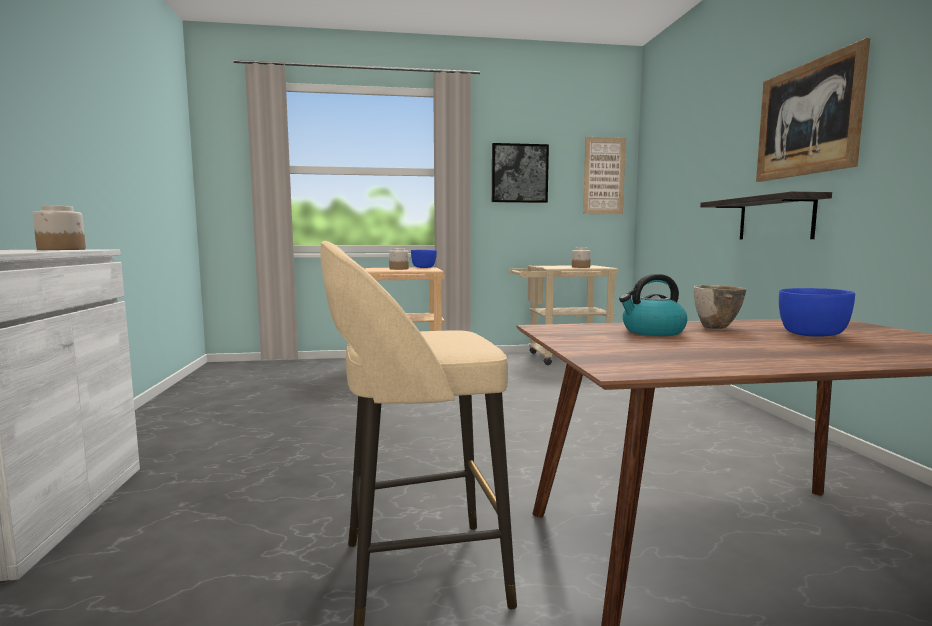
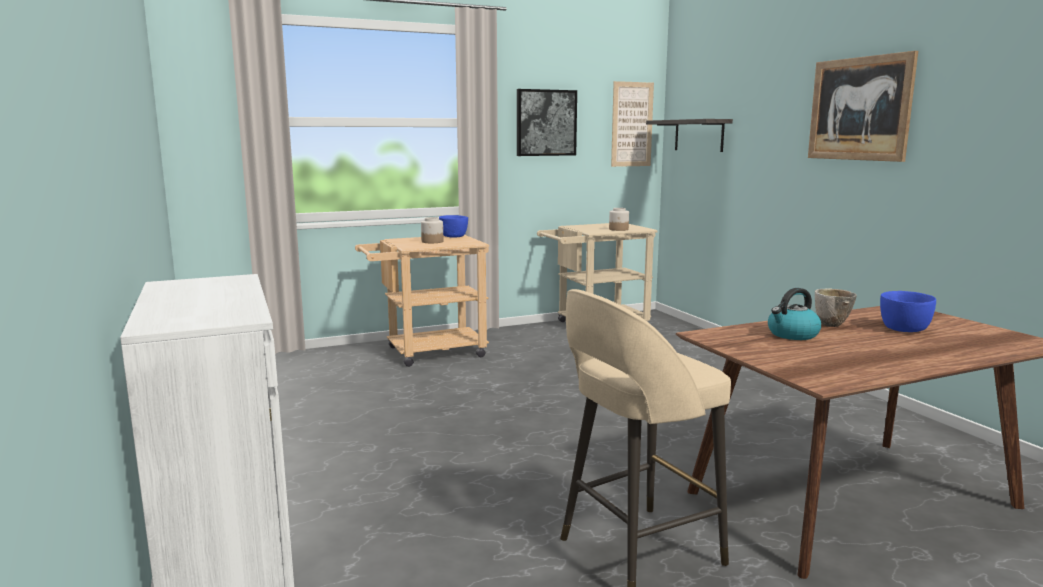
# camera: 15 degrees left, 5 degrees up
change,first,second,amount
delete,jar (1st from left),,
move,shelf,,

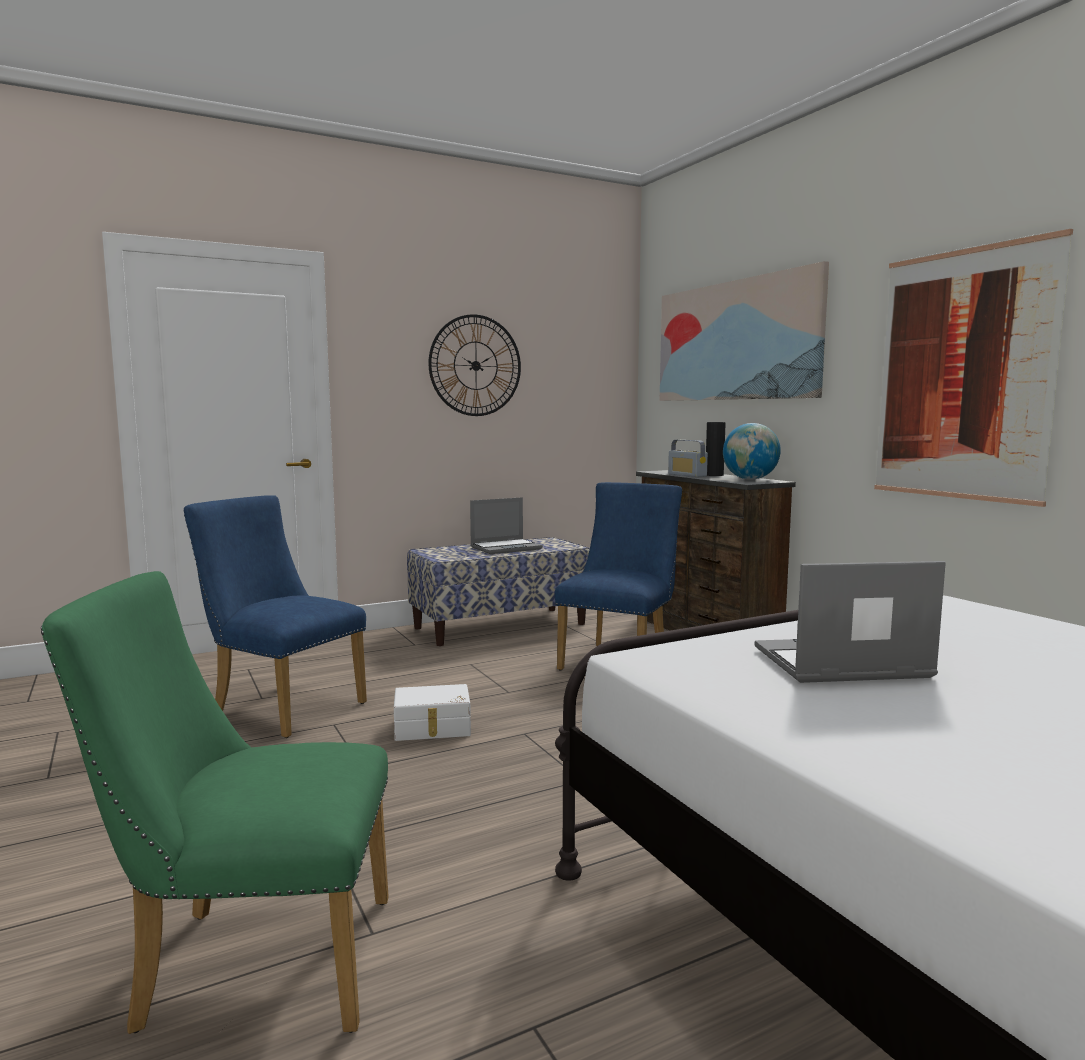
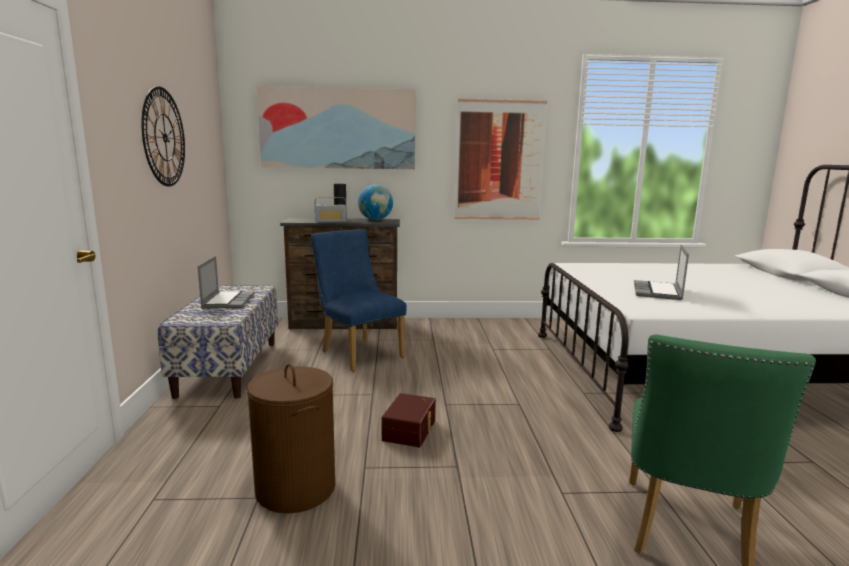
# camera: 65 degrees left, 5 degrees up
change,first,second,amount
replace,chair (blue) (1st from left),laundry basket (brown),
recolor,storage box (white),storage box (brown),

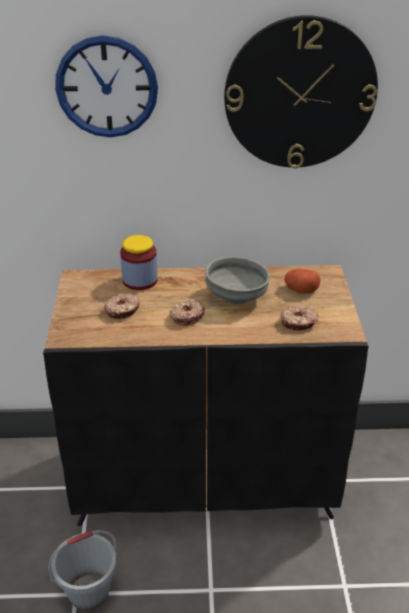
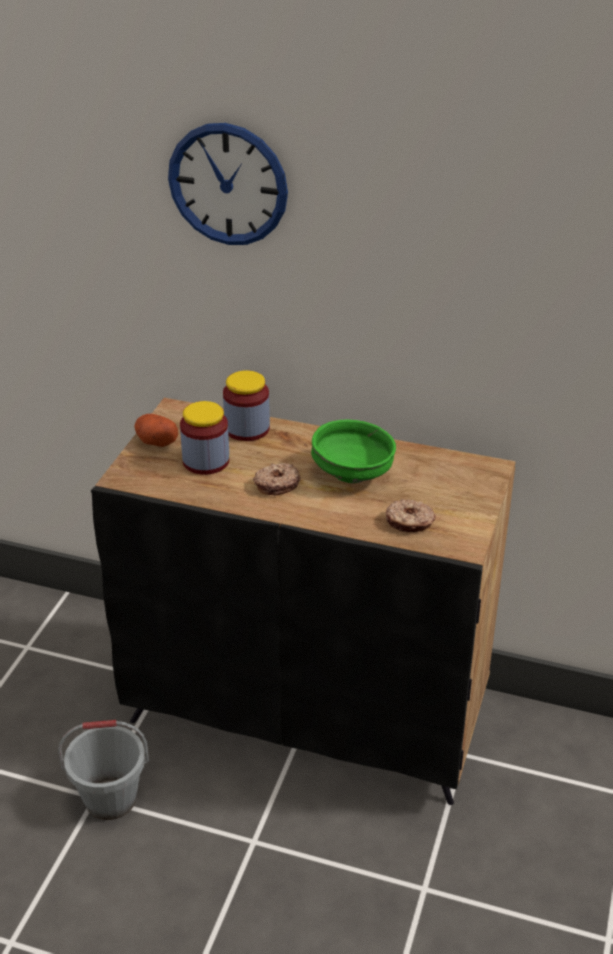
# camera: 20 degrees right, 0 degrees up
change,first,second,amount
replace,donut (1st from left),jar (1st from left),
recolor,bowl (grey),bowl (green),
delete,wall clock (2nd from left),,
move,potato,,

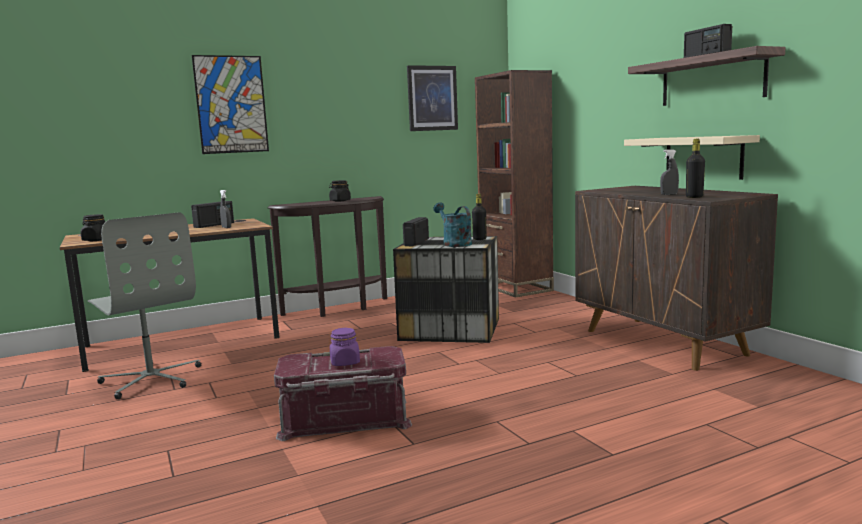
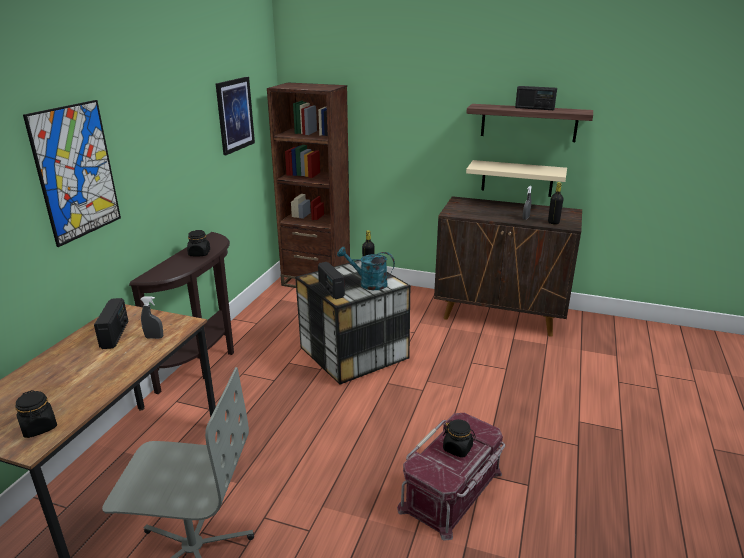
# camera: 45 degrees left, 15 degrees up
change,first,second,amount
recolor,jar (purple),jar (black) (3rd from left),

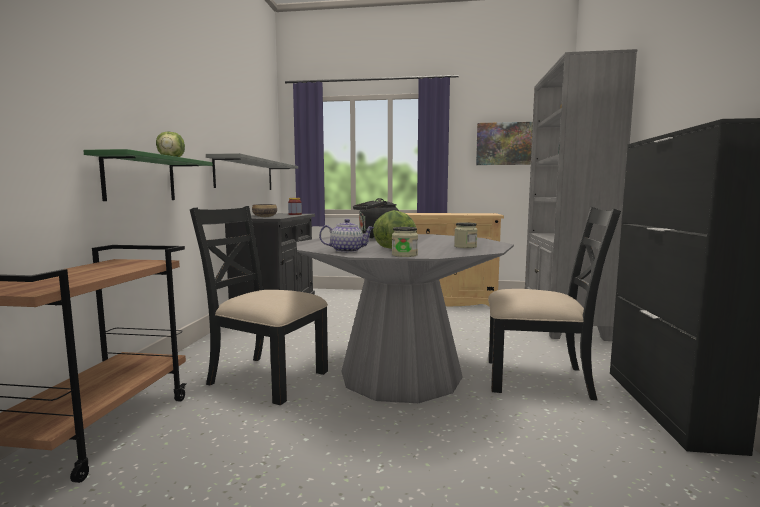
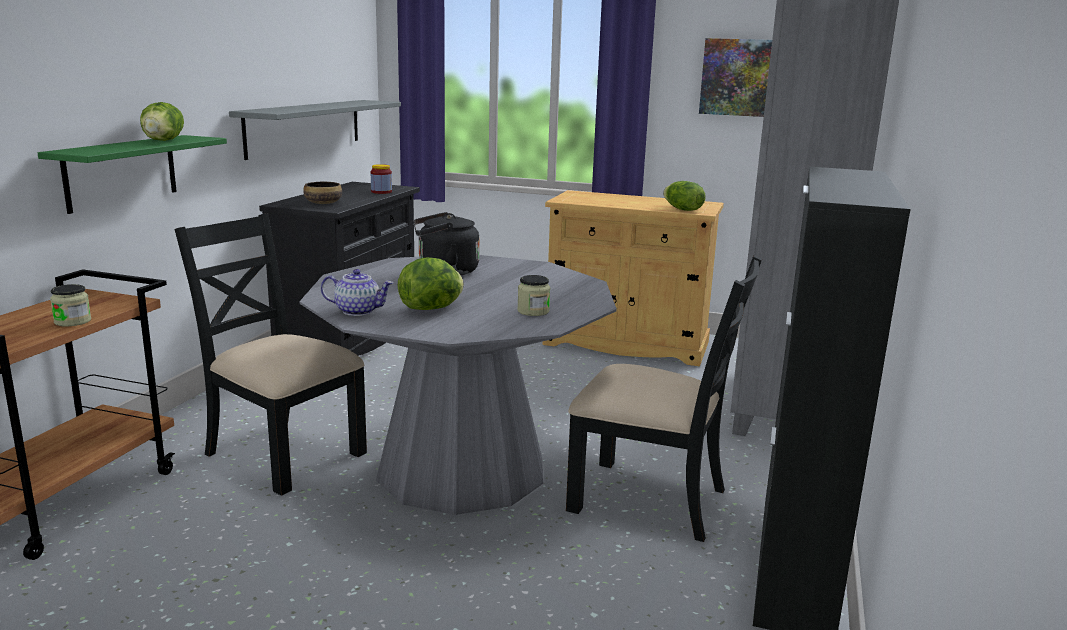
# camera: 10 degrees right, 10 degrees up
change,first,second,amount
move,jar (2nd from left in the first image),jar (1st from left),
insert,,lettuce (3rd from left),

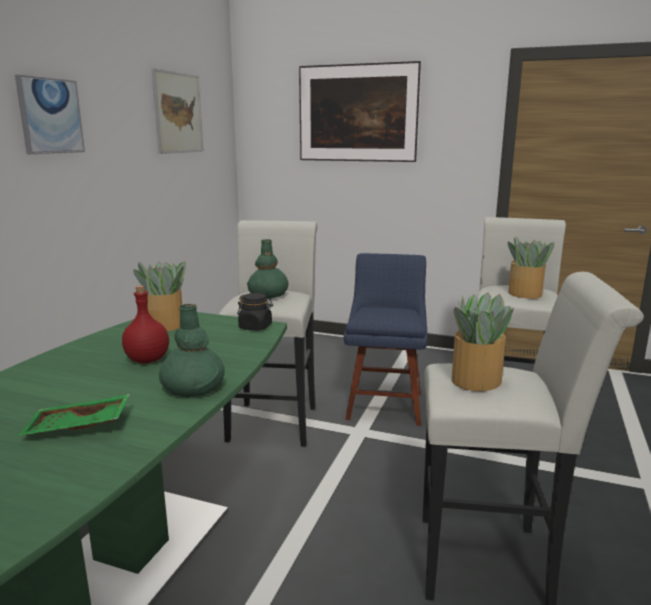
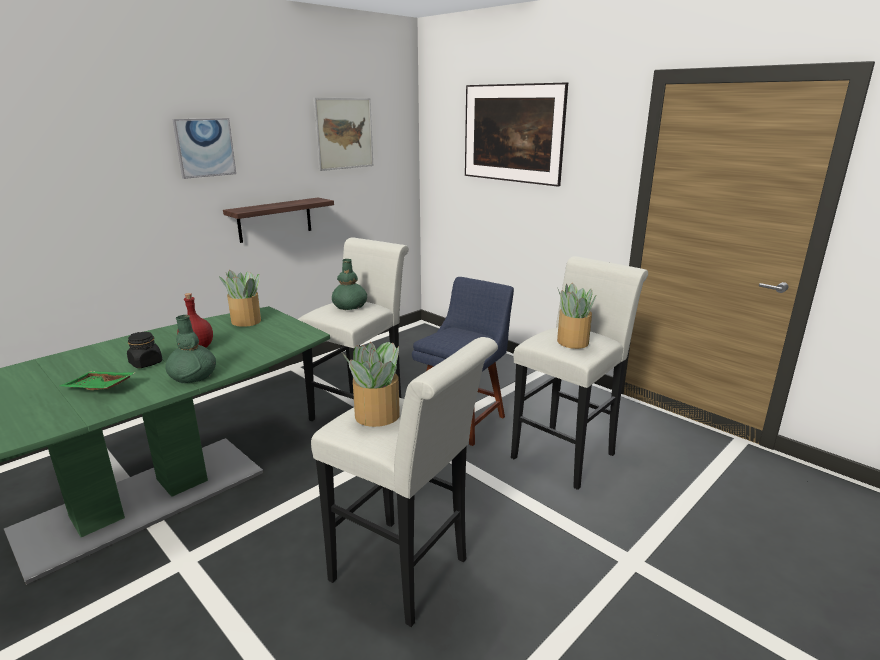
# camera: 25 degrees right, 5 degrees up
change,first,second,amount
move,jar (black),,
insert,,shelf,

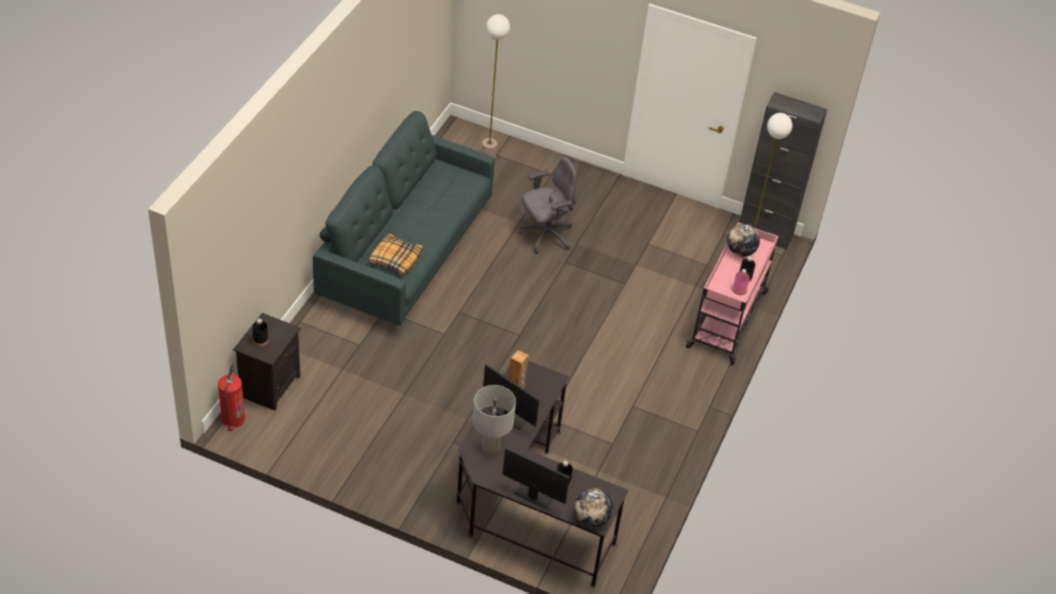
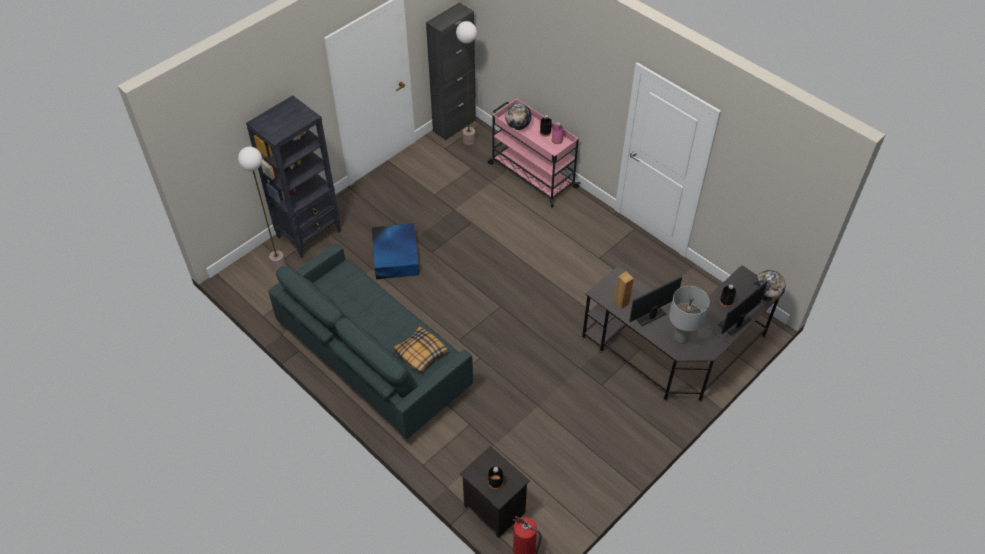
# camera: 65 degrees left, 5 degrees up
change,first,second,amount
replace,office chair (grey),storage box (blue),
insert,,bookcase (black),

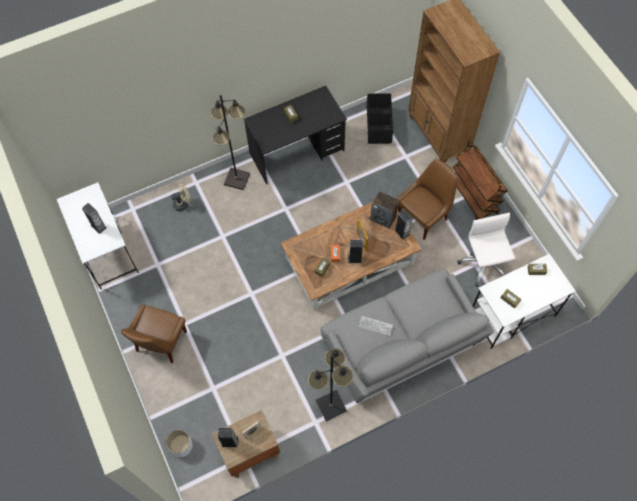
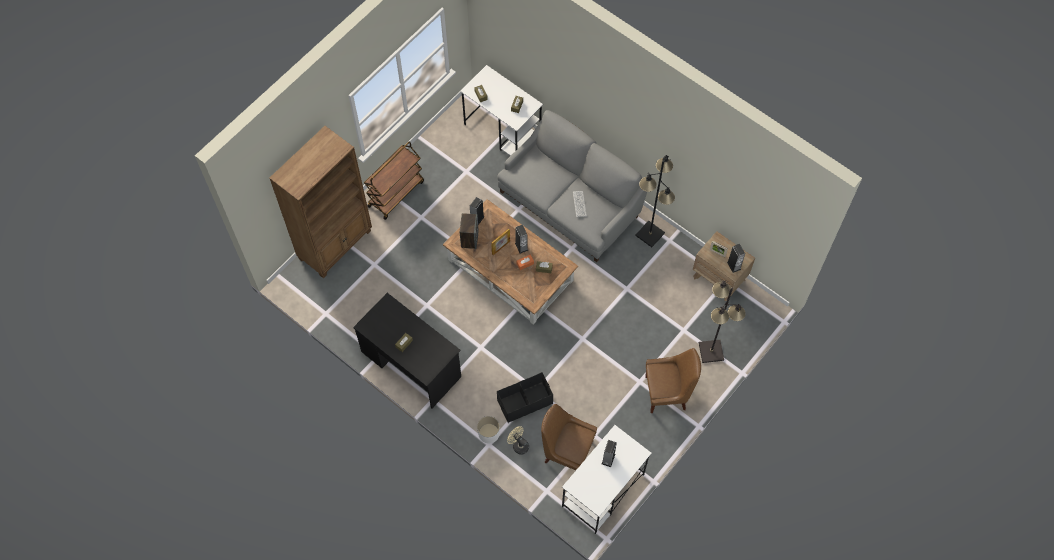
# camera: 115 degrees left, 0 degrees up
change,first,second,amount
move,planter (white),,
move,floor lamp (black) (1st from left in the first image),floor lamp (black) (2nd from left),
move,storage box (black),,
move,chair (brown) (2nd from left in the first image),chair (brown) (1st from left),
delete,office chair (white),,

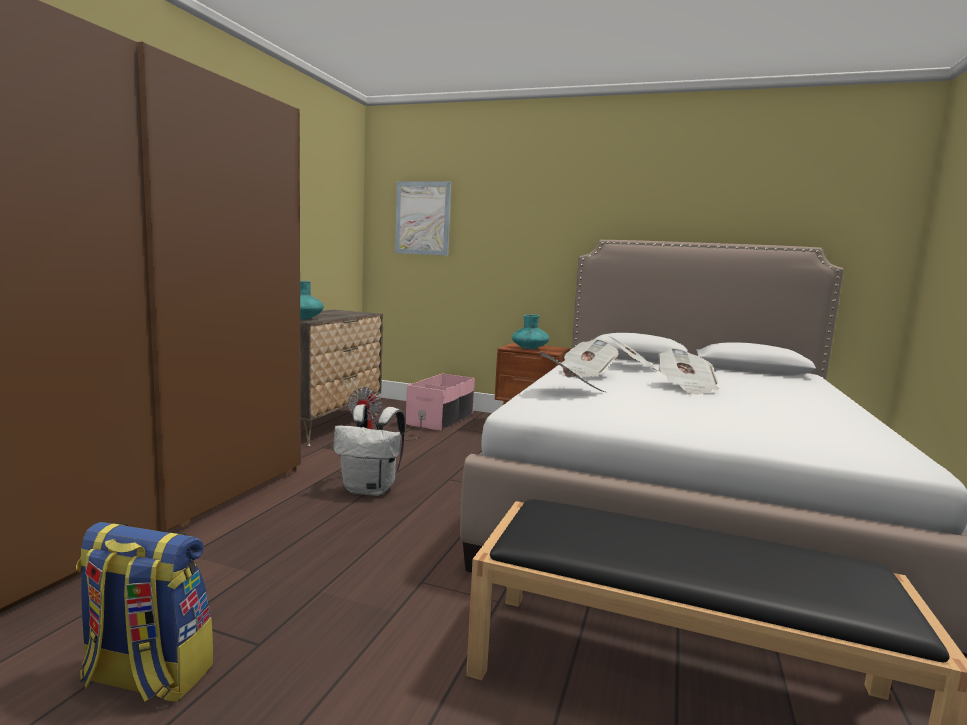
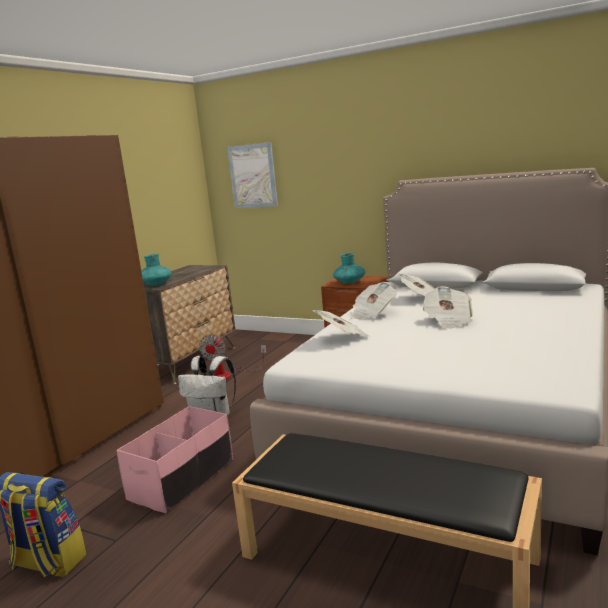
# camera: 10 degrees right, 5 degrees up
change,first,second,amount
move,storage box (pink),,

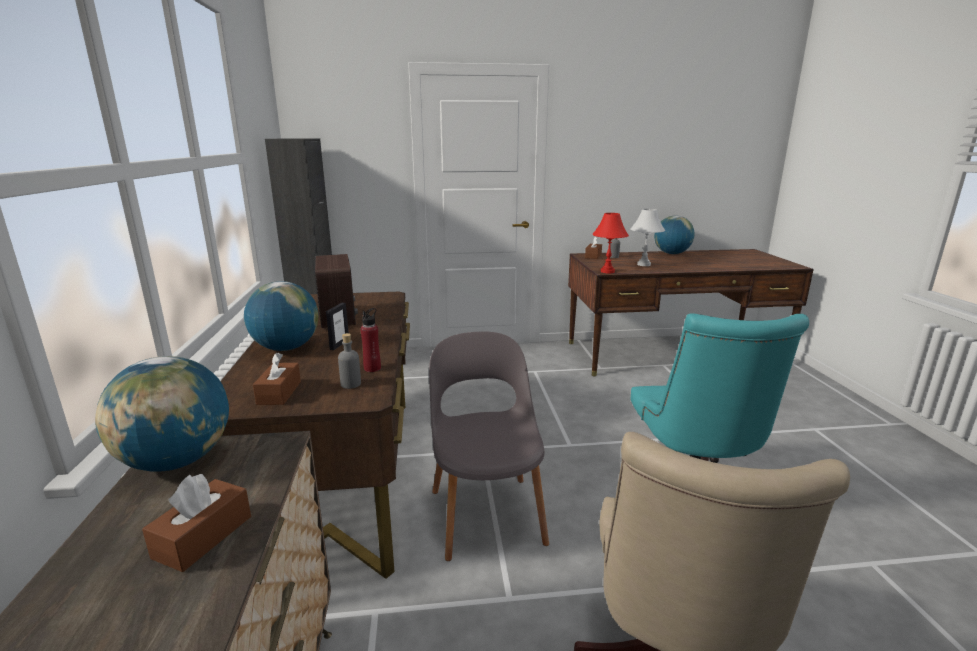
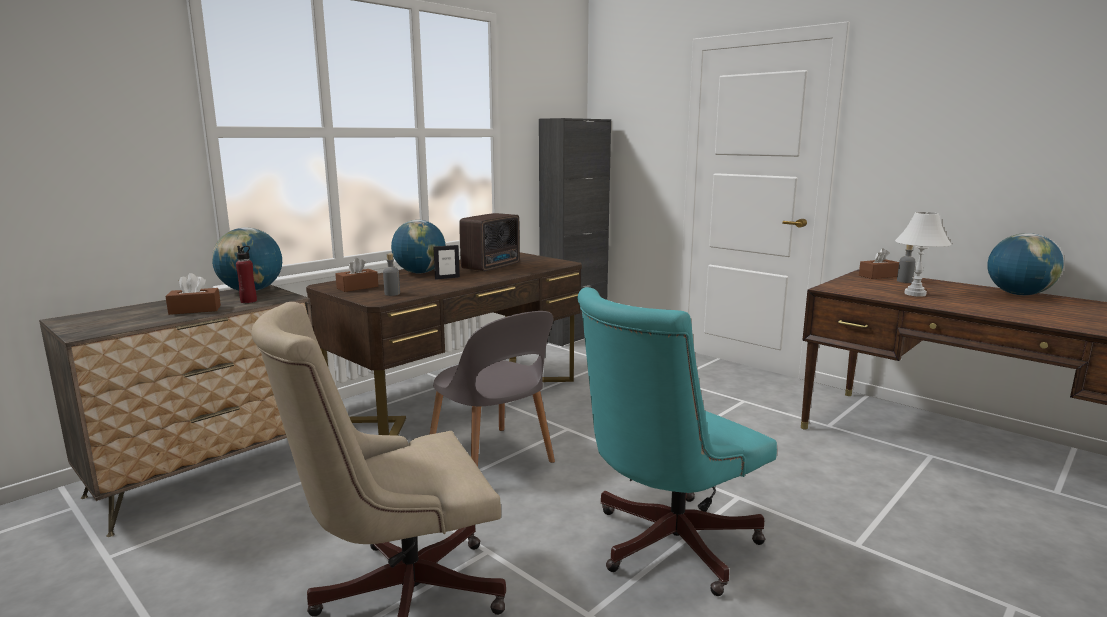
# camera: 50 degrees right, 5 degrees down
change,first,second,amount
move,bottle (red),,
rotate,chair (grey),,105 degrees clockwise
delete,table lamp (red),,

